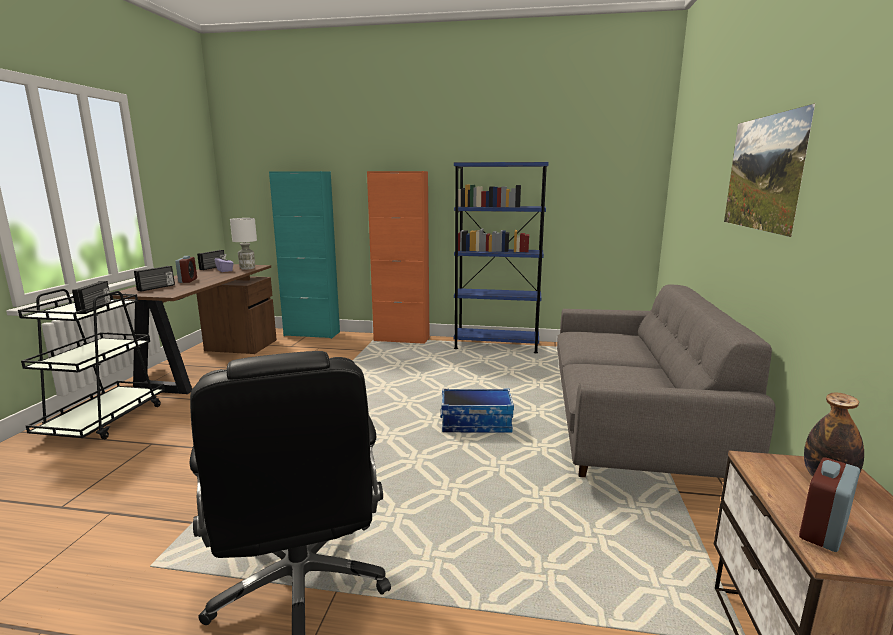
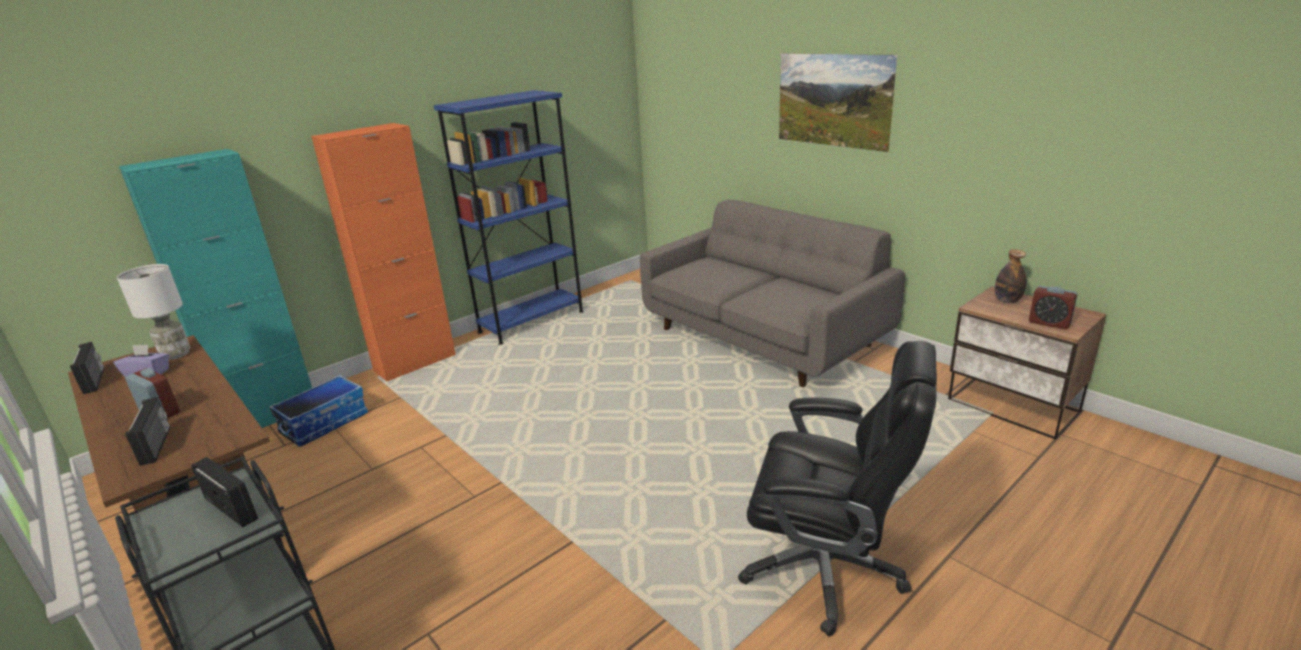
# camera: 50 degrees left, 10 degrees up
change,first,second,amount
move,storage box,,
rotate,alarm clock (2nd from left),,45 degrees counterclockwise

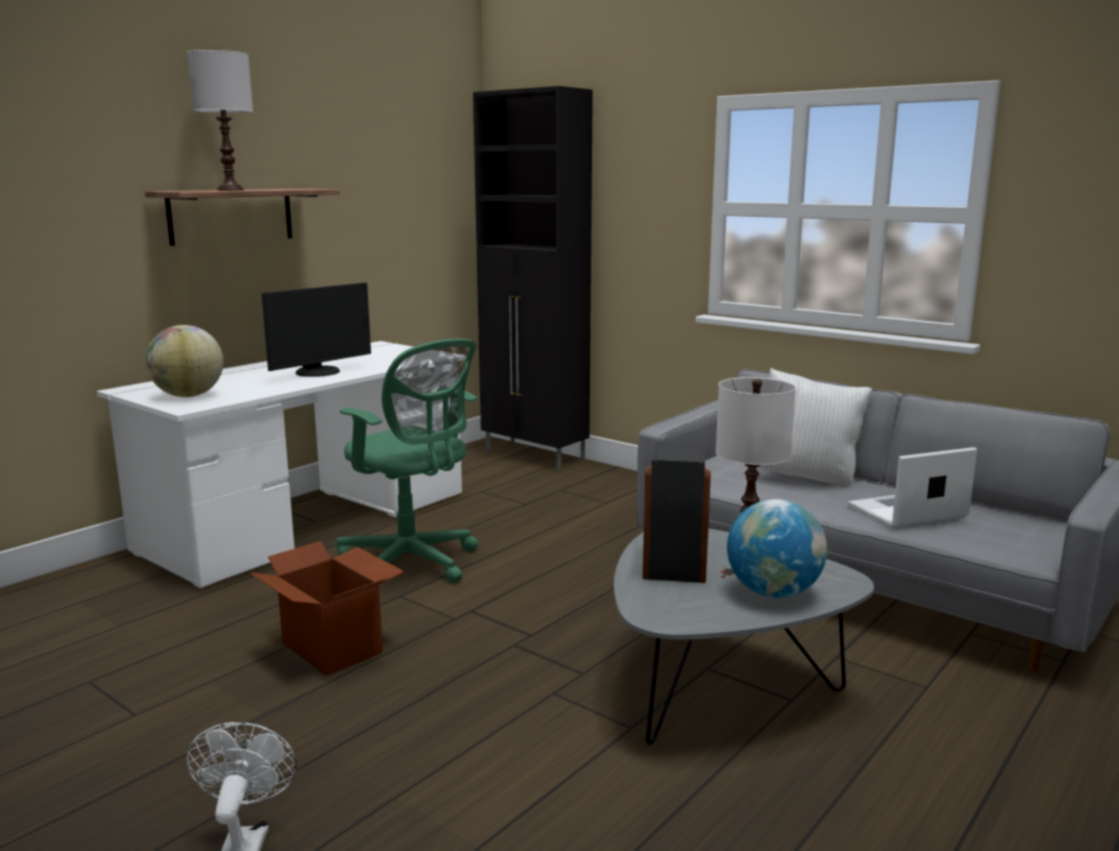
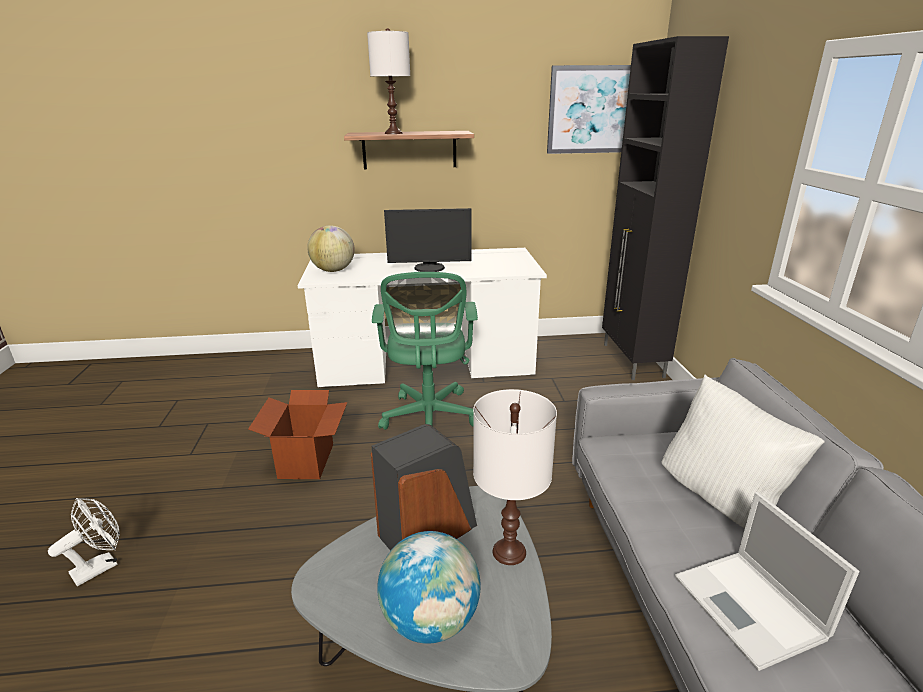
# camera: 45 degrees right, 10 degrees up
change,first,second,amount
rotate,laptop,,135 degrees counterclockwise
insert,,picture,

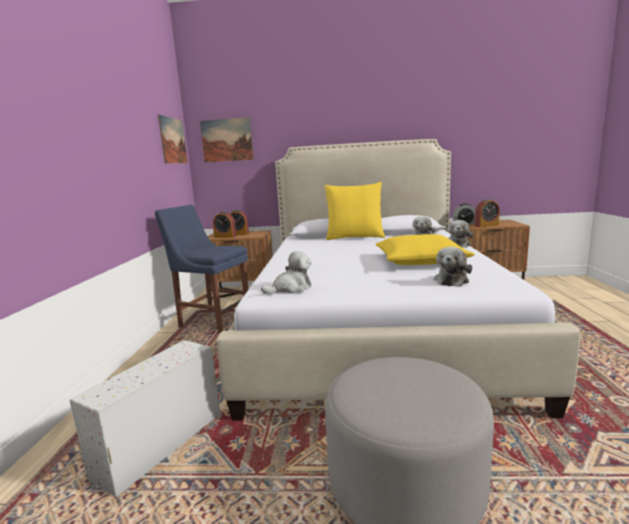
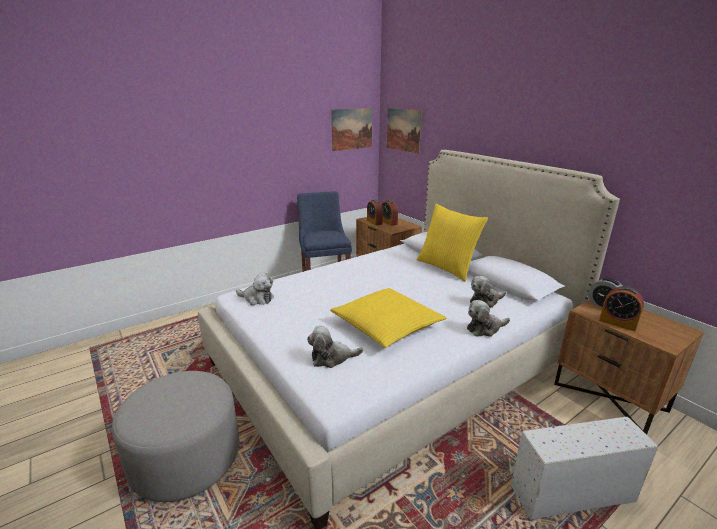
# camera: 50 degrees right, 10 degrees up
change,first,second,amount
move,storage box (white),,

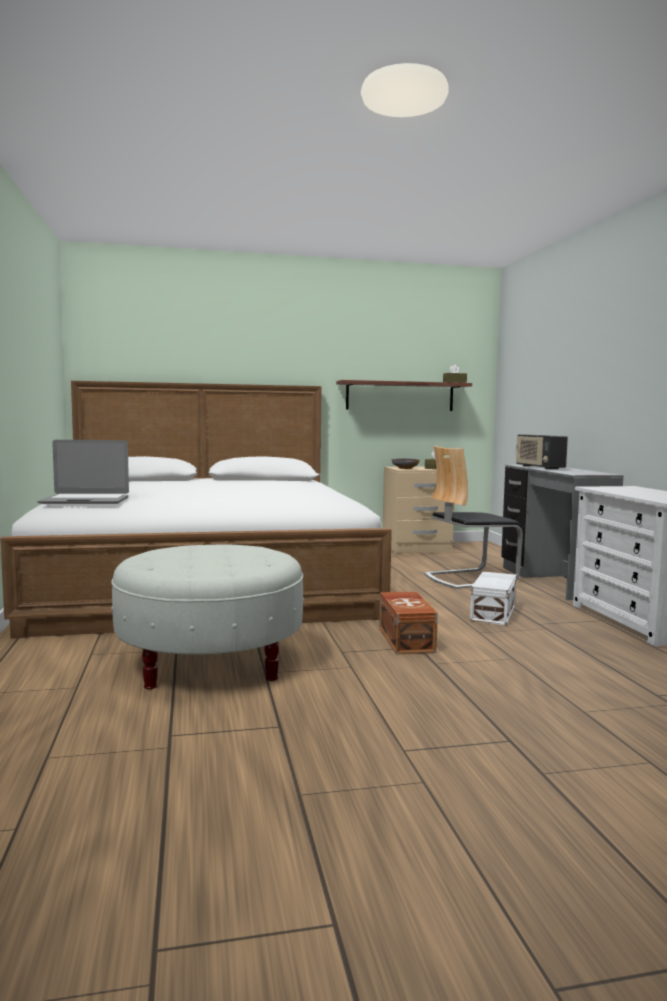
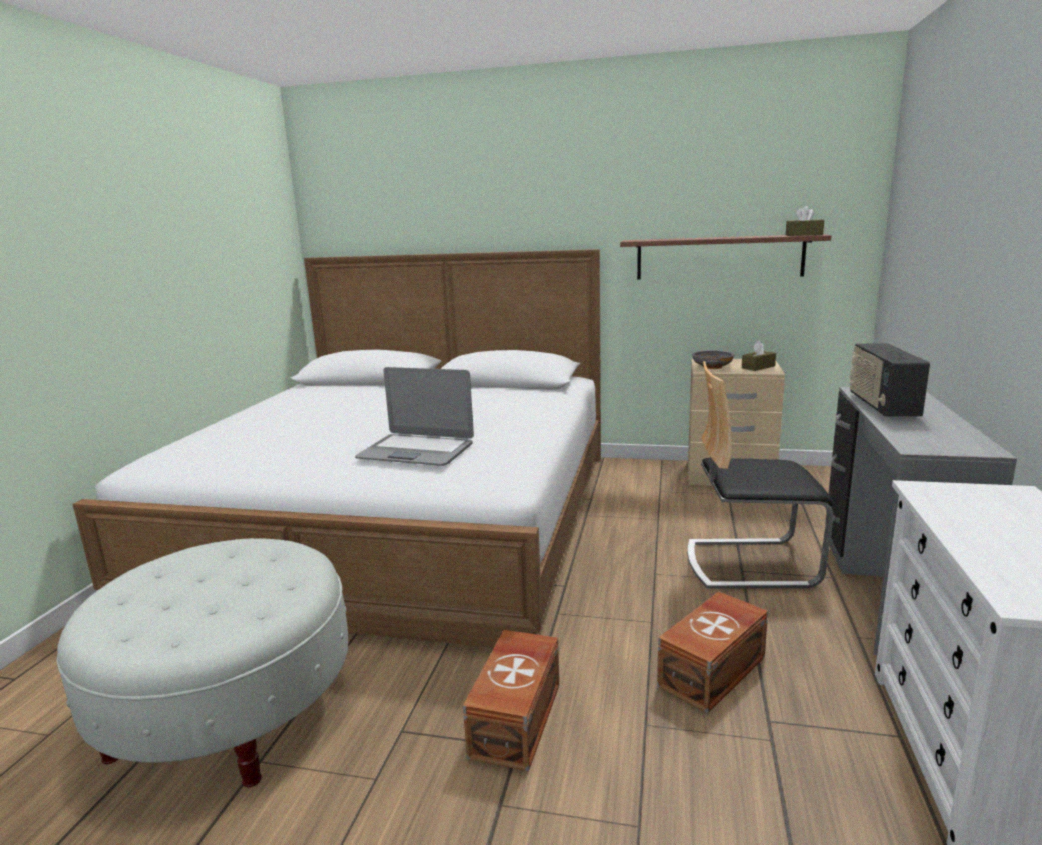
# camera: 25 degrees right, 10 degrees up
change,first,second,amount
move,laptop,,
recolor,storage box (white),storage box (brown) (2nd from left),

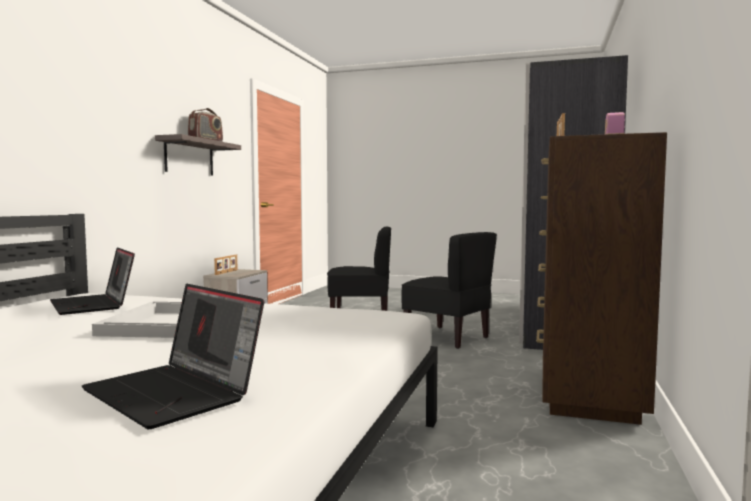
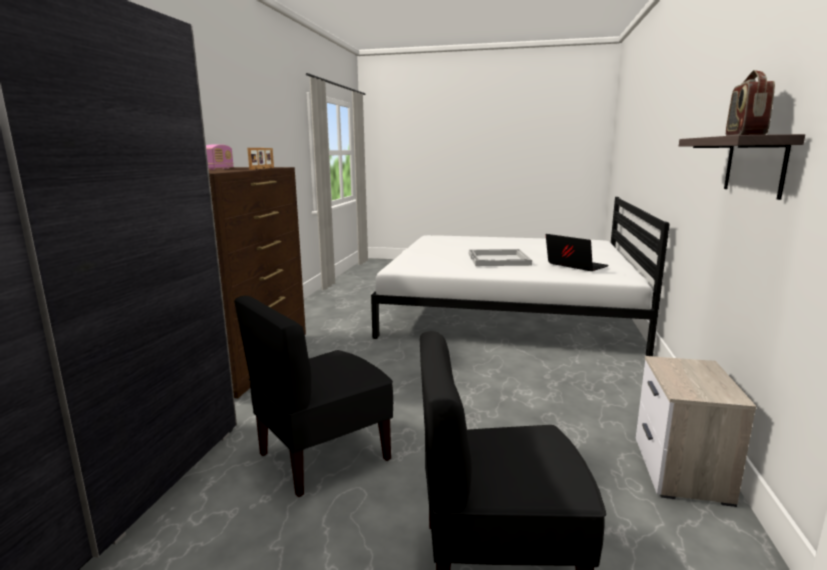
# camera: 175 degrees right, 10 degrees up
change,first,second,amount
delete,laptop (2nd from left),,
delete,picture frame (1st from left),,
rotate,chair (black) (2nd from left in the first image),chair (black) (1st from left),75 degrees counterclockwise

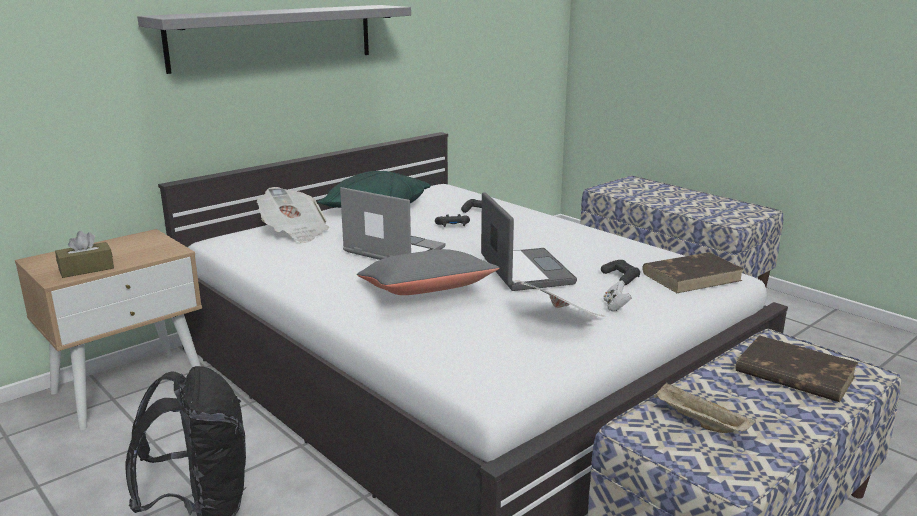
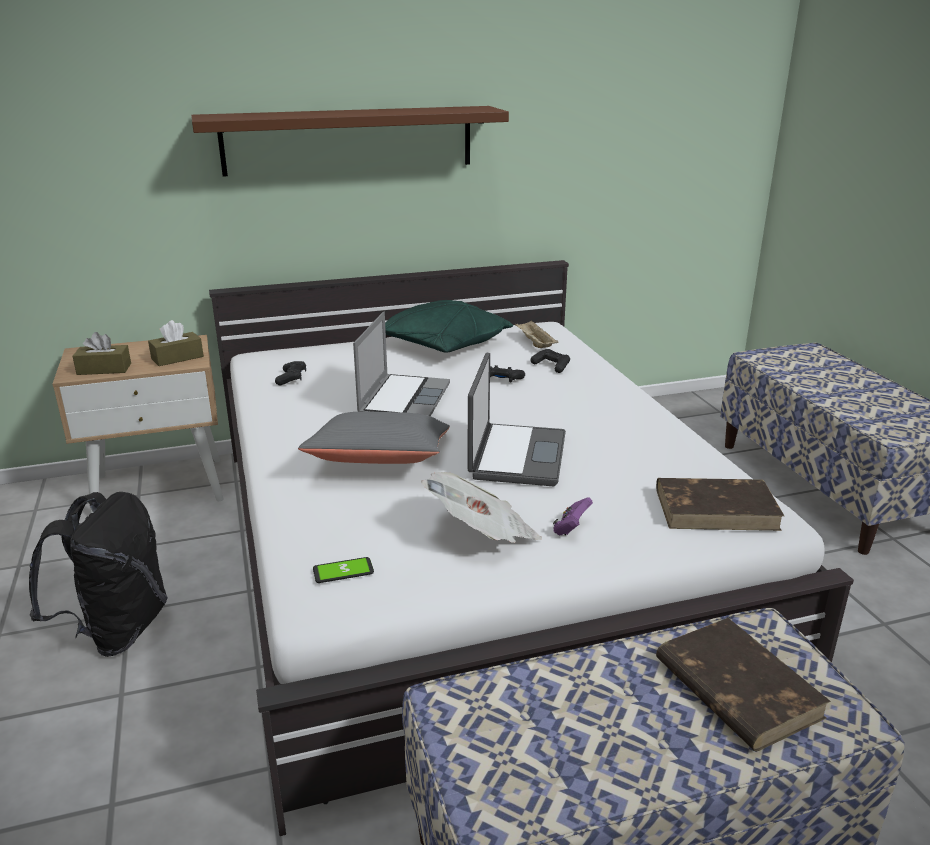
# camera: 25 degrees right, 5 degrees up
change,first,second,amount
recolor,shelf (grey),shelf (brown),
delete,newspaper (1st from left),,
rotate,laptop (1st from left),,45 degrees clockwise
move,game controller (black) (3rd from left in the first image),game controller (black) (1st from left),
recolor,game controller (white),game controller (purple),
move,tray (beige),,
insert,,tissue box (brown) (2nd from left),
insert,,phone,

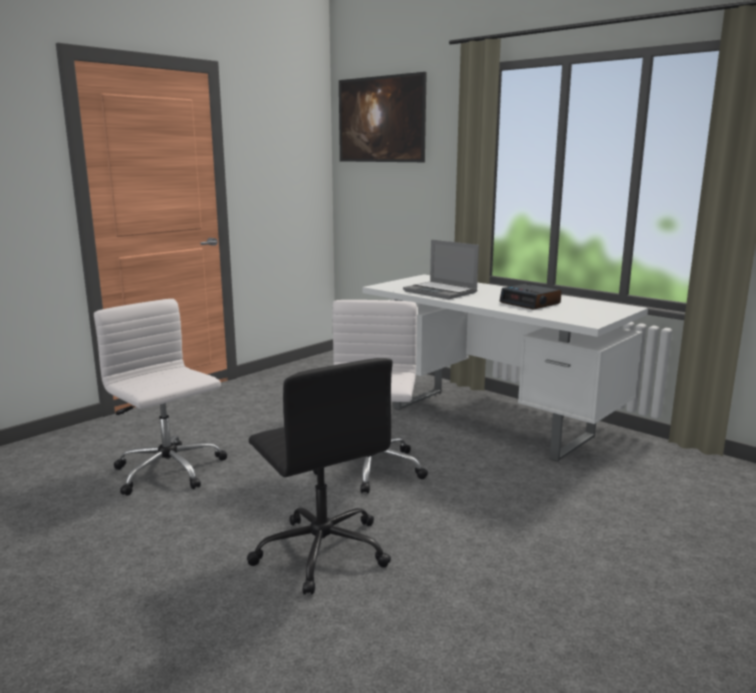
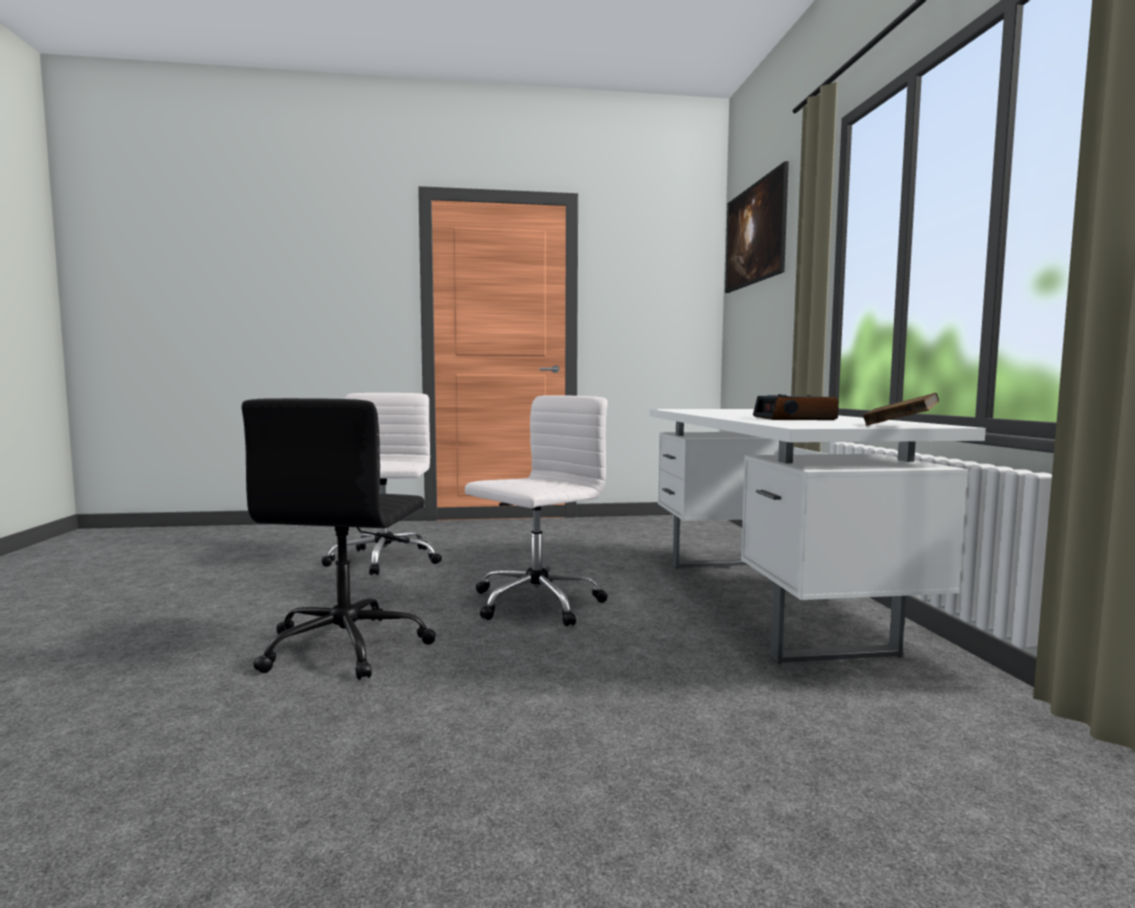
# camera: 40 degrees right, 10 degrees down
change,first,second,amount
delete,laptop,,
insert,,book (brown),

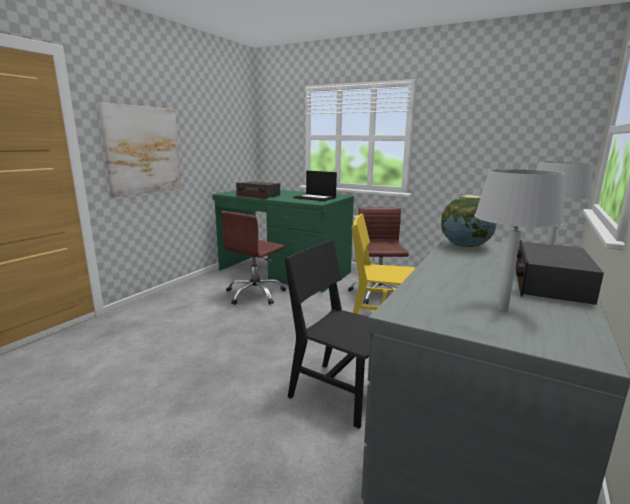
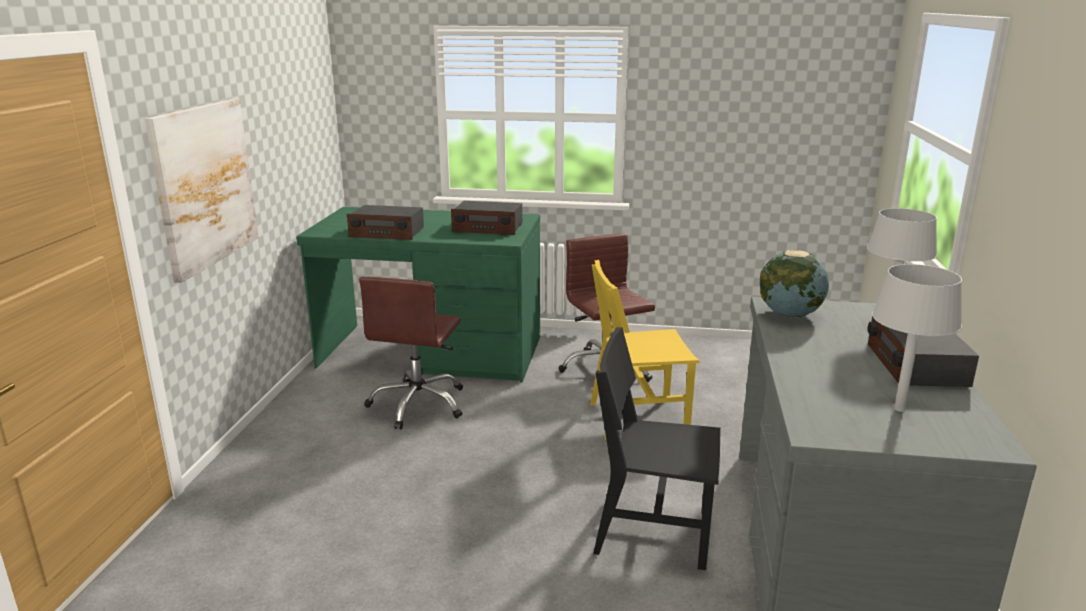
# camera: 20 degrees left, 5 degrees up
change,first,second,amount
replace,laptop,radio (2nd from left),

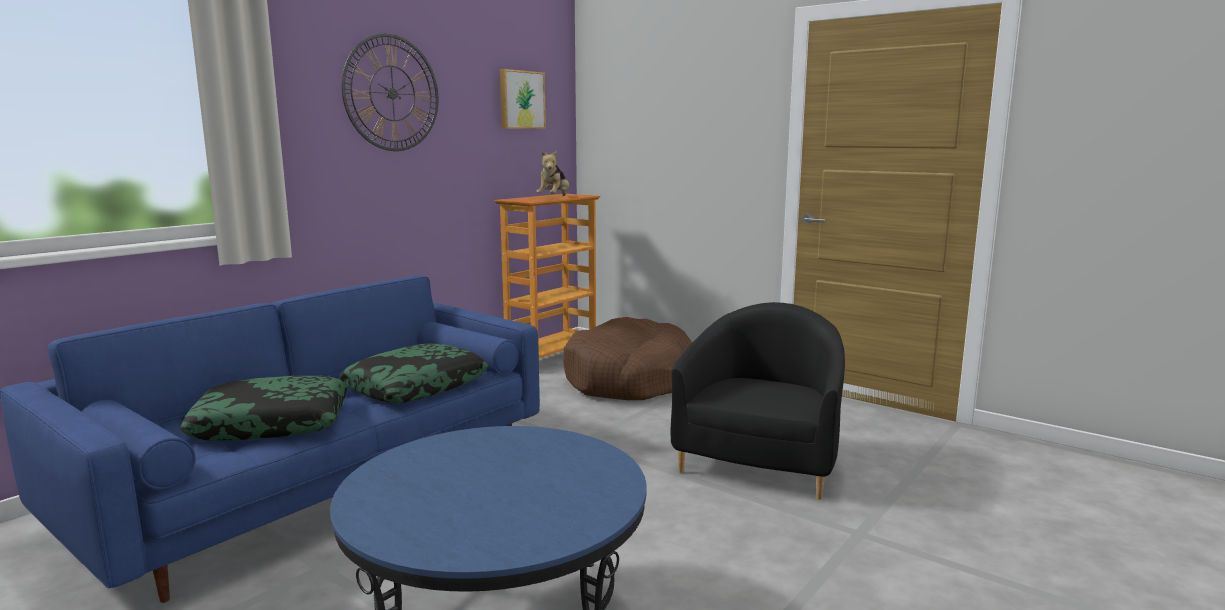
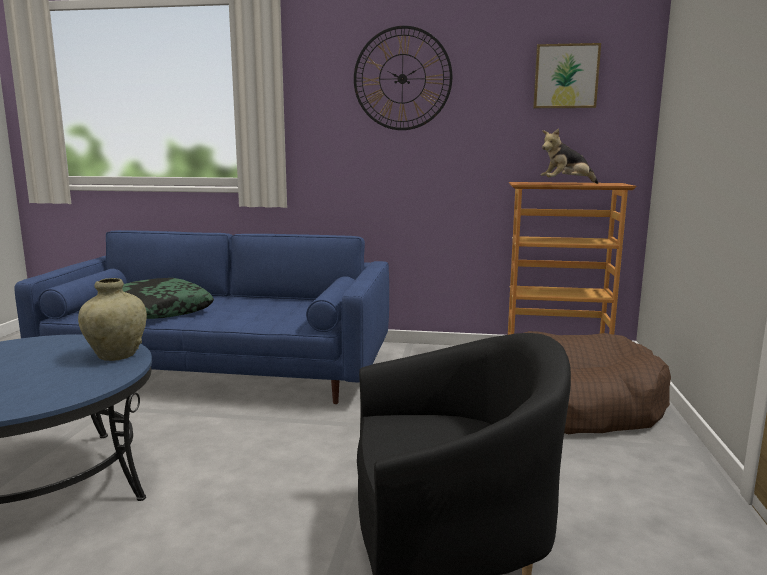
# camera: 60 degrees right, 0 degrees up
change,first,second,amount
delete,pillow (2nd from left),,
insert,,vase (beige),

